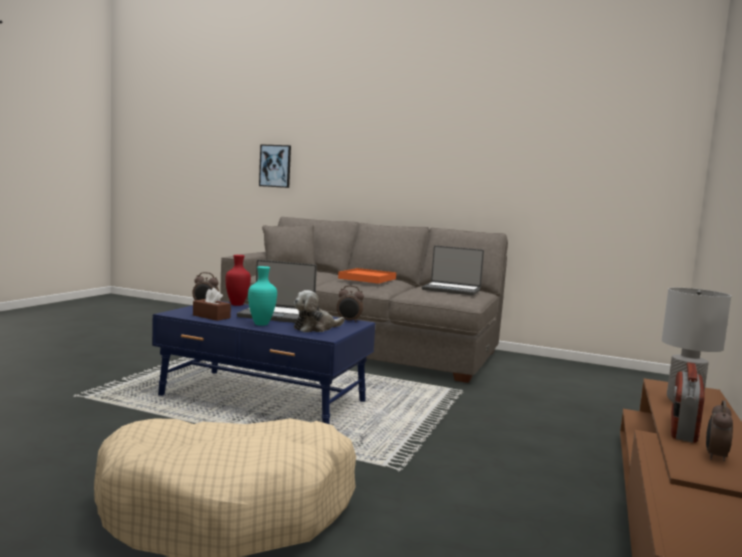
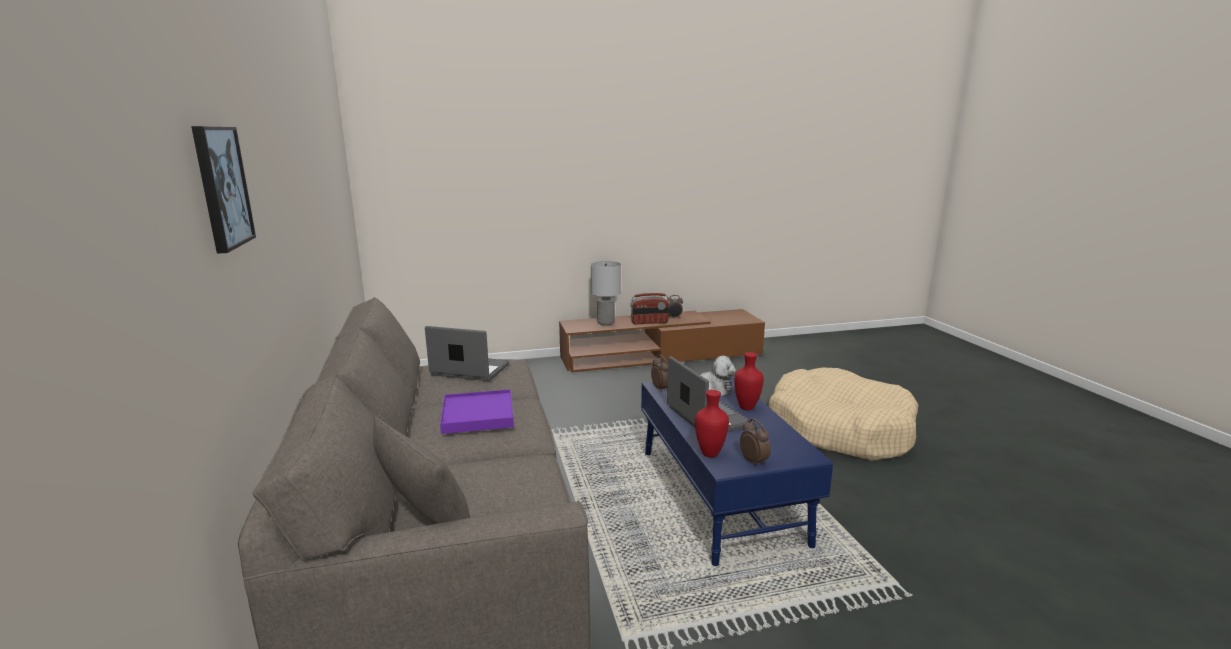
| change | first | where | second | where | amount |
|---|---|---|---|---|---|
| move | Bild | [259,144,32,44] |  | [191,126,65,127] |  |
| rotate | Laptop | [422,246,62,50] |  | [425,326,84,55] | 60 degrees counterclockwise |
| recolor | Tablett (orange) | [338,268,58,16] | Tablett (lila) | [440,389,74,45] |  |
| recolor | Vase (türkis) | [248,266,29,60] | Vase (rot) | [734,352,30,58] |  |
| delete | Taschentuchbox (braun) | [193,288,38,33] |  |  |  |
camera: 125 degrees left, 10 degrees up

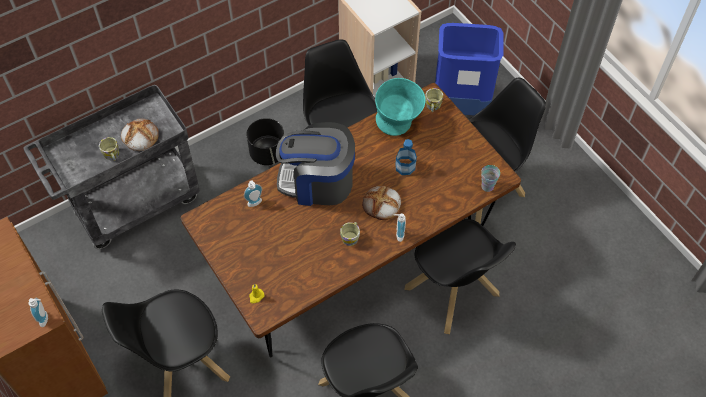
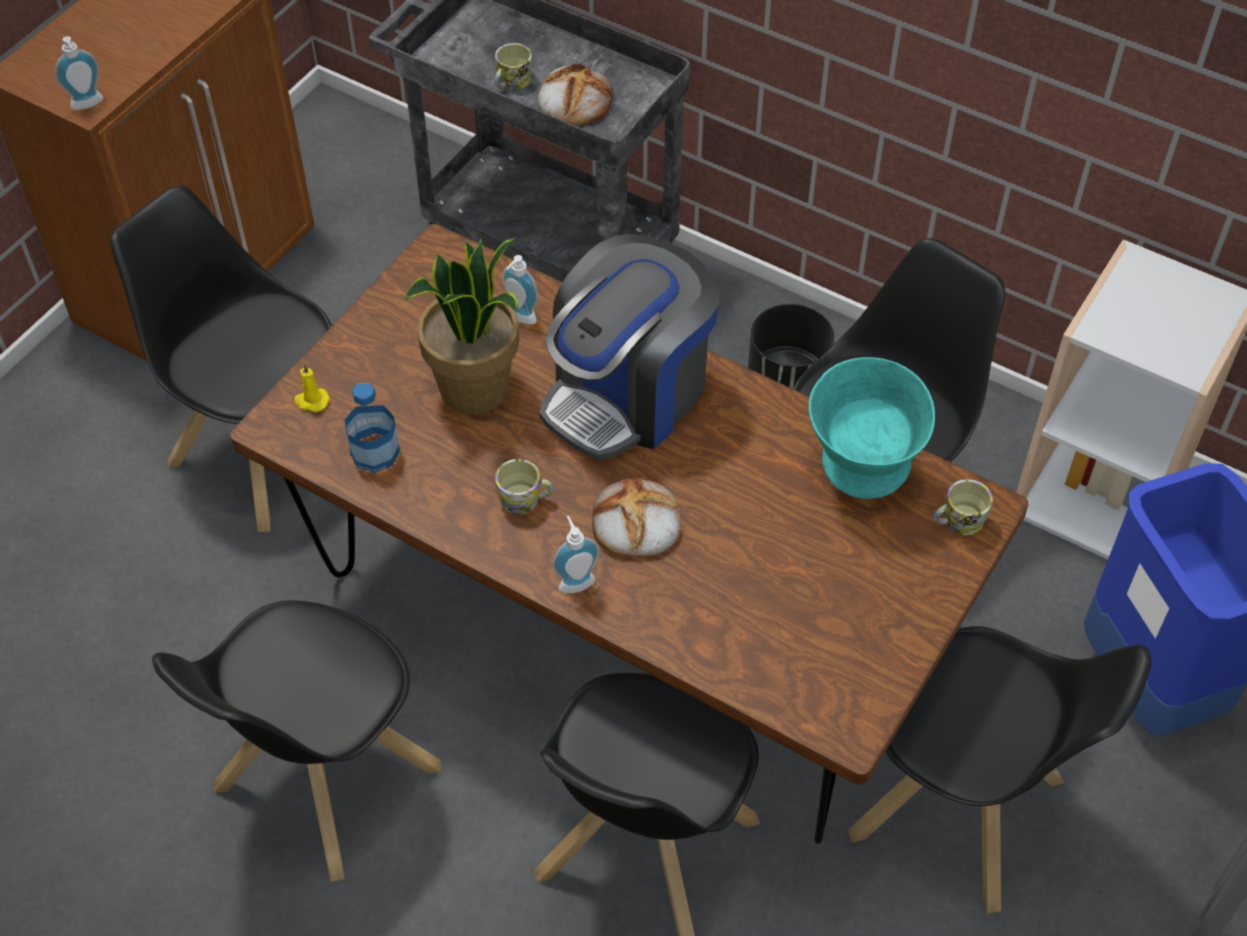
| change | first | where | second | where | amount |
|---|---|---|---|---|---|
| move | Flasche | [396,139,21,36] |  | [345,383,55,89] |  |
| insert |  |  | Topfpflanze | [404,238,116,177] |  |
| rotate | Kaffeemaschine | [276,122,79,84] |  | [539,234,181,226] | 120 degrees counterclockwise |
| delete | Tasse | [481,165,19,27] |  |  |  |
camera: 65 degrees right, 5 degrees down

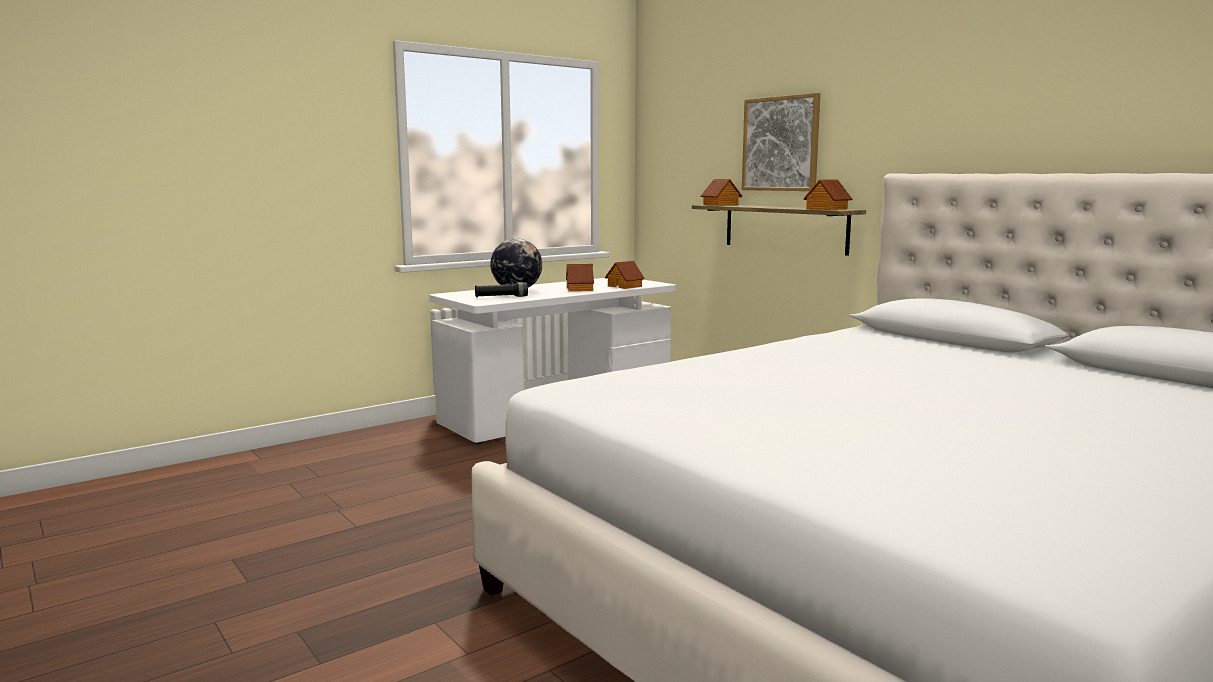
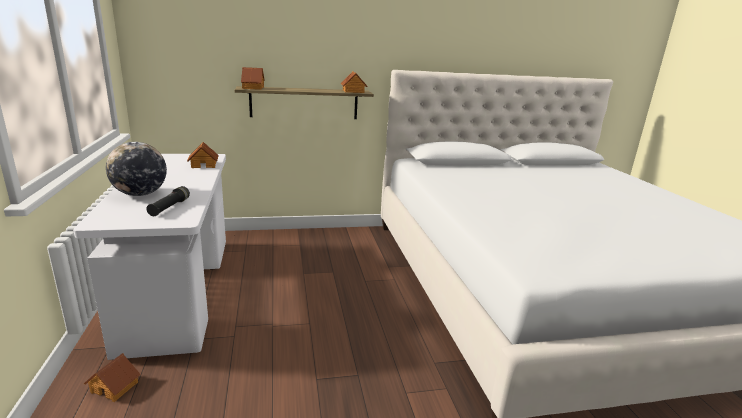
| change | first | where | second | where | amount |
|---|---|---|---|---|---|
| move | Spielzeughaus | [566,264,28,28] |  | [84,353,57,49] |  |
| delete | Bild | [742,93,79,98] |  |  |  |
camera: 65 degrees left, 10 degrees up

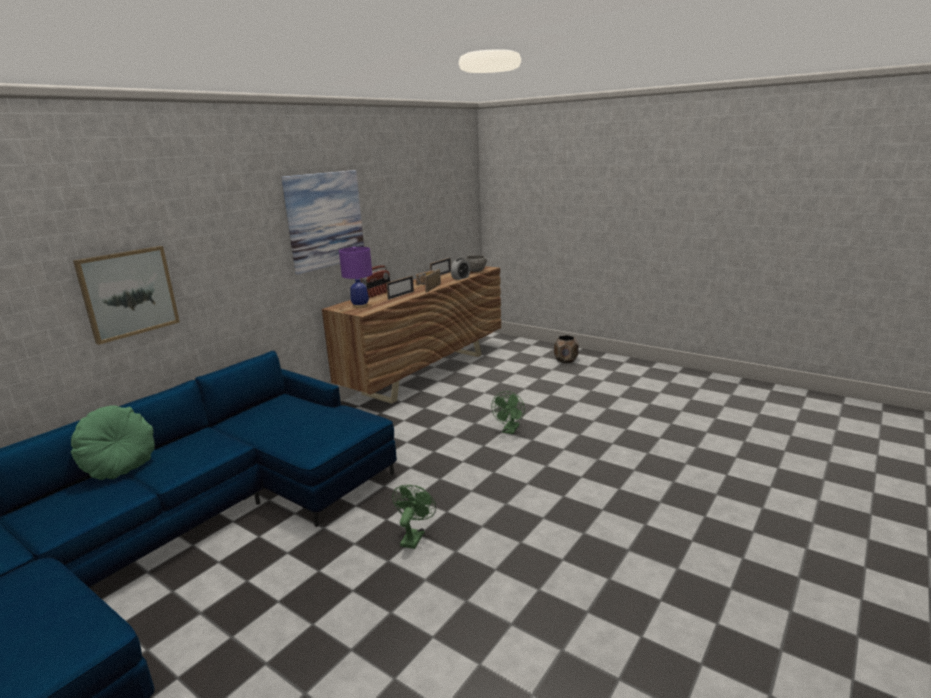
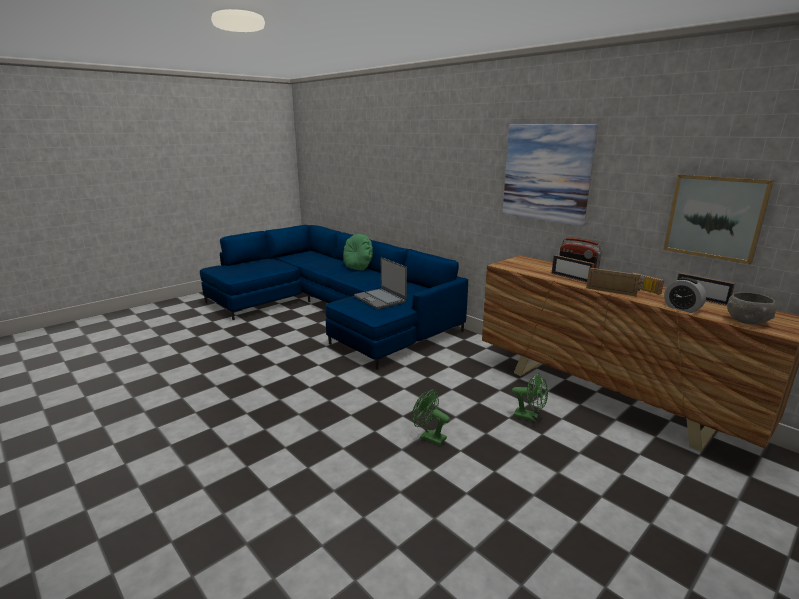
| change | first | where | second | where | amount |
|---|---|---|---|---|---|
| insert |  |  | Laptop | [354,257,53,52] |  |
| move | Ventilator (grün) | [392,485,44,64] |  | [512,373,36,49] |  |
| move | Bild | [73,246,107,99] |  | [664,174,110,90] |  |
| delete | Tischlampe (lila) | [339,247,33,61] |  |  |  |
| delete | Pflanzkübel (braun) | [554,335,25,28] |  |  |  |
camera: 100 degrees right, 0 degrees up

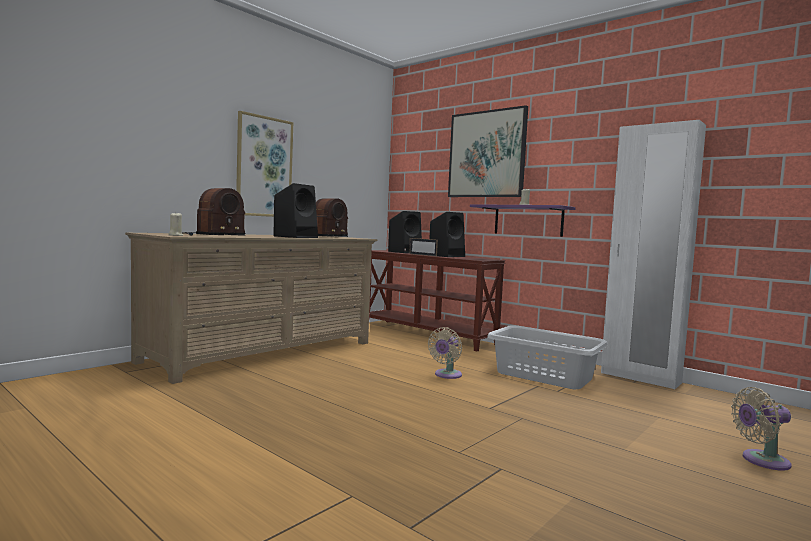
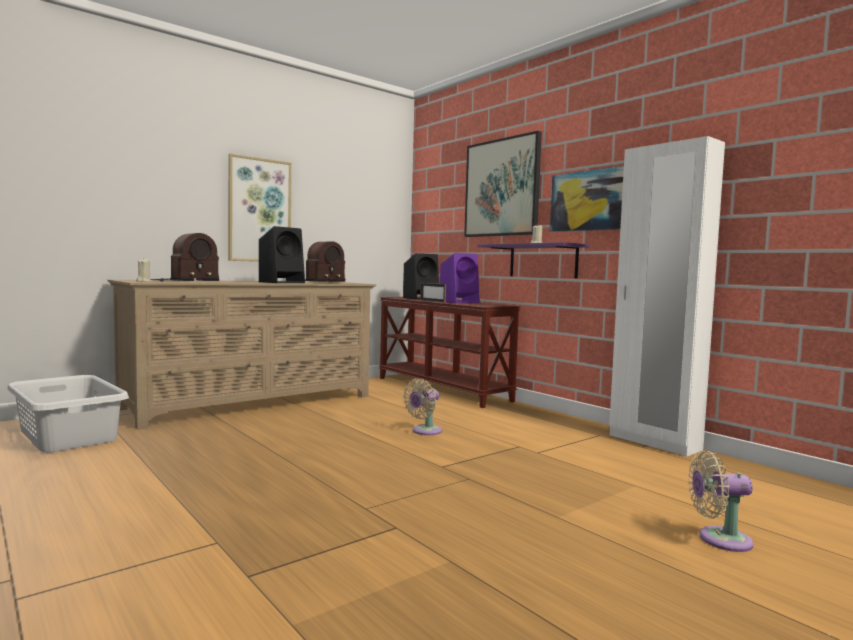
| change | first | where | second | where | amount |
|---|---|---|---|---|---|
| move | Wäschekorb (grau) | [487,326,121,63] |  | [7,375,122,78] |  |
| recolor | Lautsprecher (schwarz) | [429,212,36,45] | Lautsprecher (lila) | [440,253,40,50] |  |
| insert |  |  | Bild | [550,166,74,66] |  |
camera: 10 degrees right, 0 degrees up

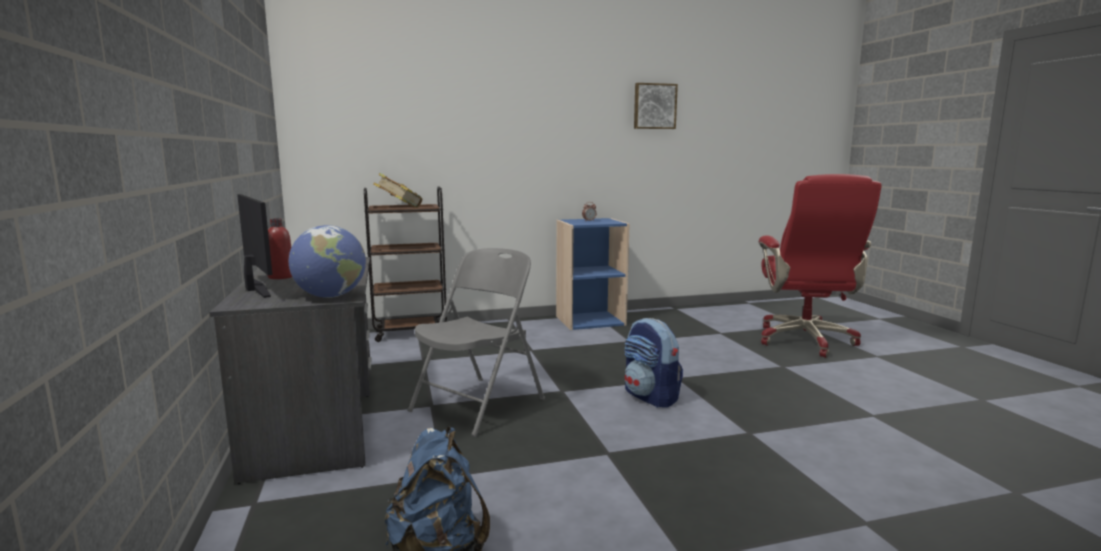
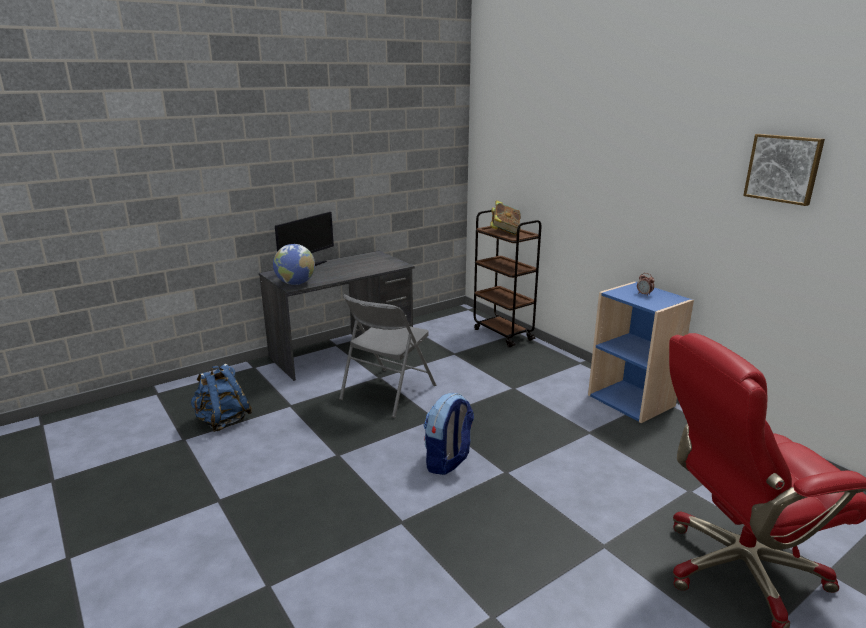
| change | first | where | second | where | amount |
|---|---|---|---|---|---|
| rotate | Stuhl (grau) | [407,248,138,190] |  | [339,294,98,124] | 105 degrees clockwise |
| delete | Flasche (rot) | [267,219,25,60] |  |  |  |
camera: 70 degrees right, 10 degrees up

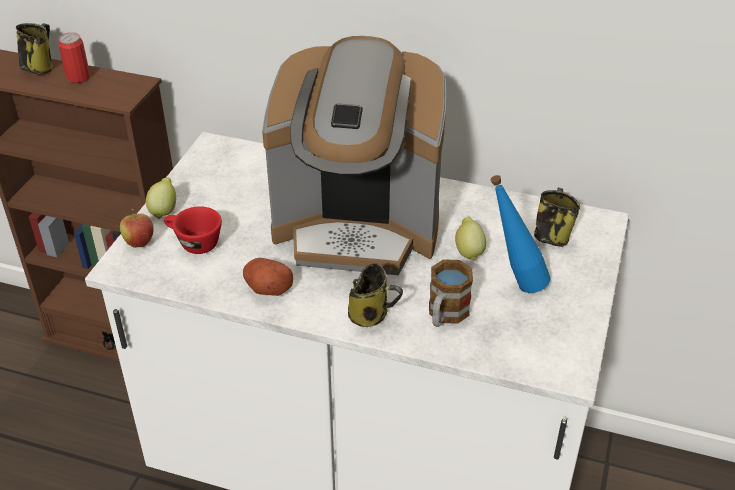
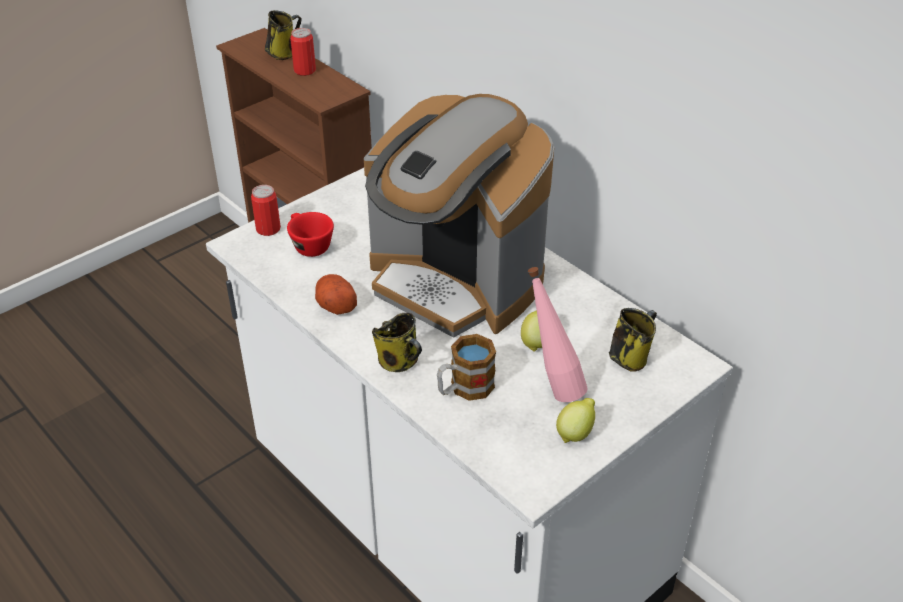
| change | first | where | second | where | amount |
|---|---|---|---|---|---|
| replace | Apfel | [120,209,34,39] | Dose | [251,185,30,51] |  |
| recolor | Flasche (blau) | [491,175,59,118] | Flasche (rosa) | [528,267,59,135] |  |
| move | Zitrone | [146,177,30,42] |  | [556,398,39,45] |  |
camera: 30 degrees right, 0 degrees up

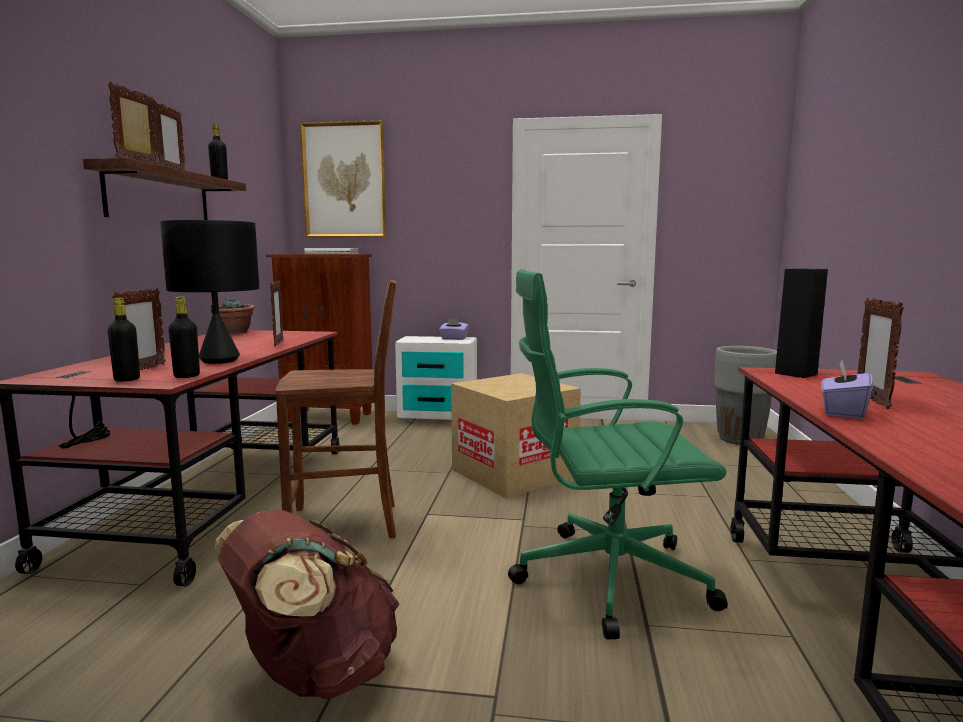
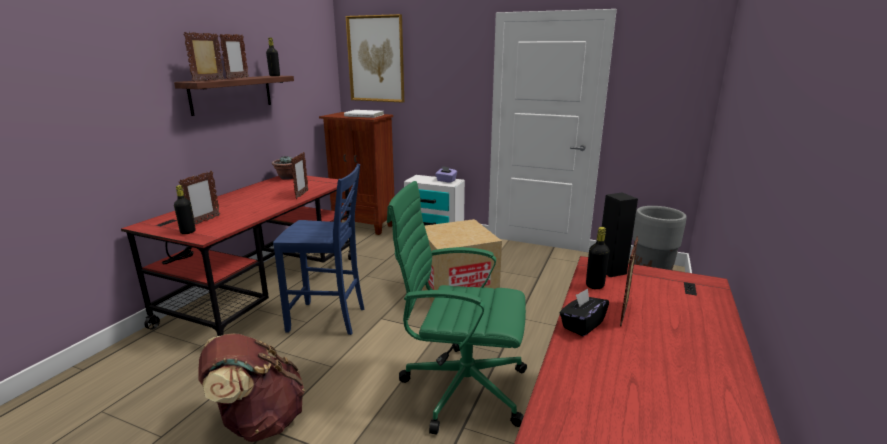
| change | first | where | second | where | amount |
|---|---|---|---|---|---|
| recolor | Stuhl (braun) | [276,278,121,260] | Stuhl (blau) | [273,164,91,171] |  |
| recolor | Taschentuchbox (lila) | [821,360,52,59] | Taschentuchbox (schwarz) | [560,288,49,48] |  |
| move | Flasche (schwarz) | [168,297,32,81] |  | [586,227,24,62] |  |
| delete | Tischlampe (schwarz) | [160,220,99,144] |  |  |  |
camera: 15 degrees right, 10 degrees up

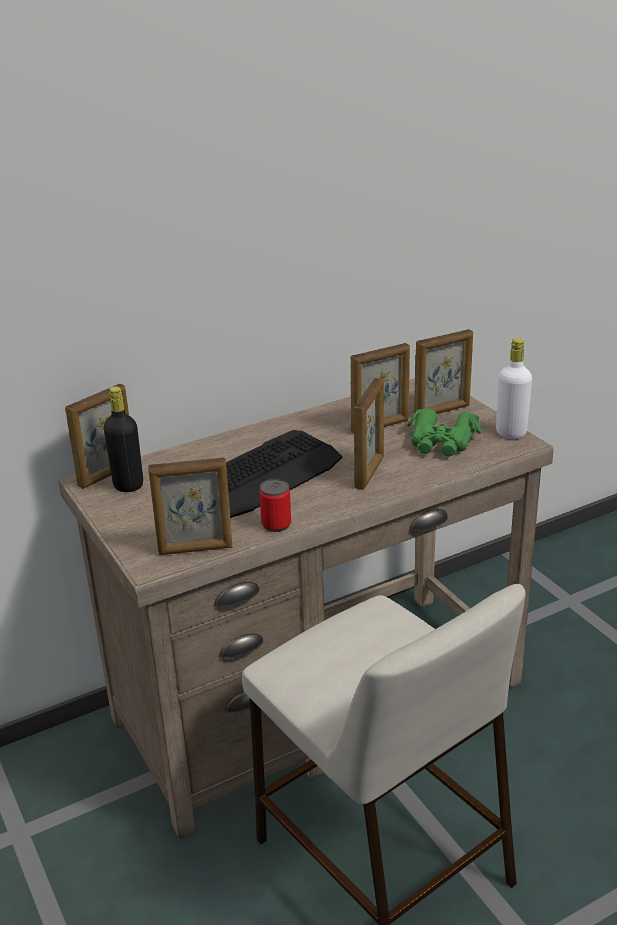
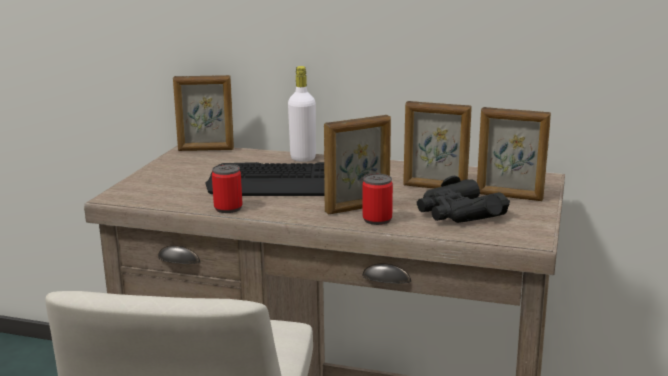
| change | first | where | second | where | amount |
|---|---|---|---|---|---|
| move | Flasche (weiß) | [496,338,36,101] |  | [288,66,28,96] |  |
| insert |  |  | Dose | [363,174,30,51] |  |
| recolor | Fernglas (grün) | [407,408,75,49] | Fernglas (schwarz) | [417,176,93,47] |  |
| delete | Flasche (schwarz) | [104,386,39,106] |  |  |  |
| delete | Bilderrahmen | [148,457,84,98] |  |  |  |
camera: 45 degrees right, 10 degrees down

